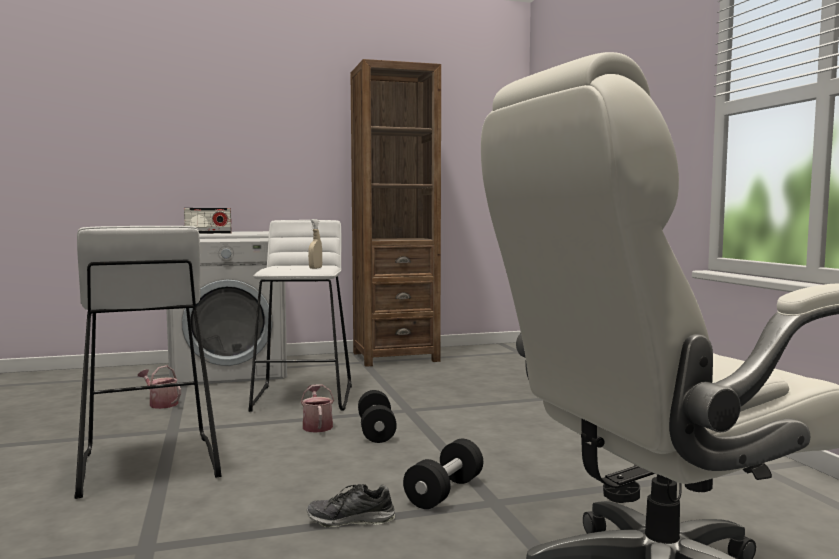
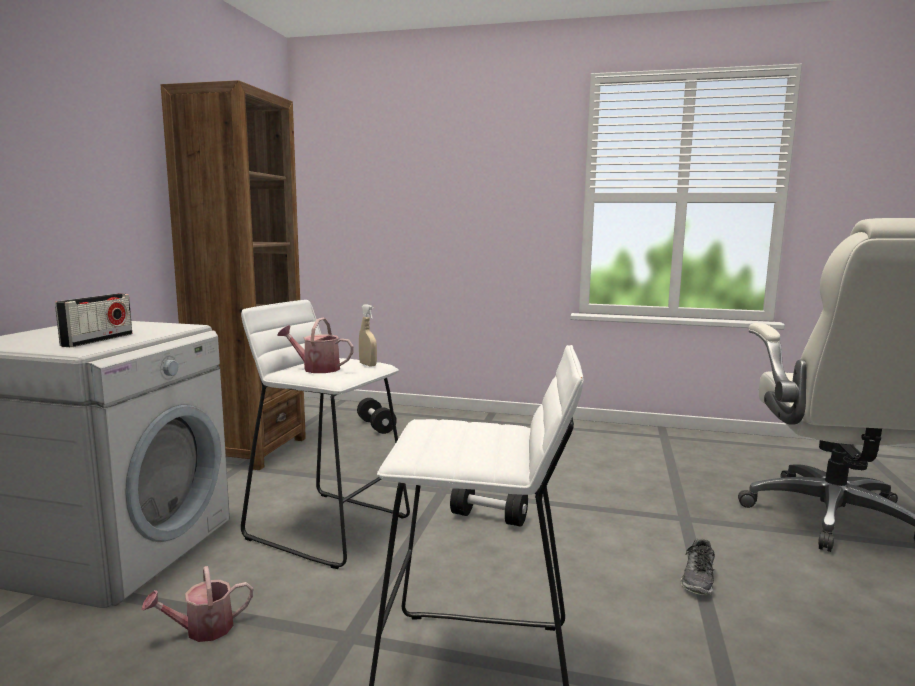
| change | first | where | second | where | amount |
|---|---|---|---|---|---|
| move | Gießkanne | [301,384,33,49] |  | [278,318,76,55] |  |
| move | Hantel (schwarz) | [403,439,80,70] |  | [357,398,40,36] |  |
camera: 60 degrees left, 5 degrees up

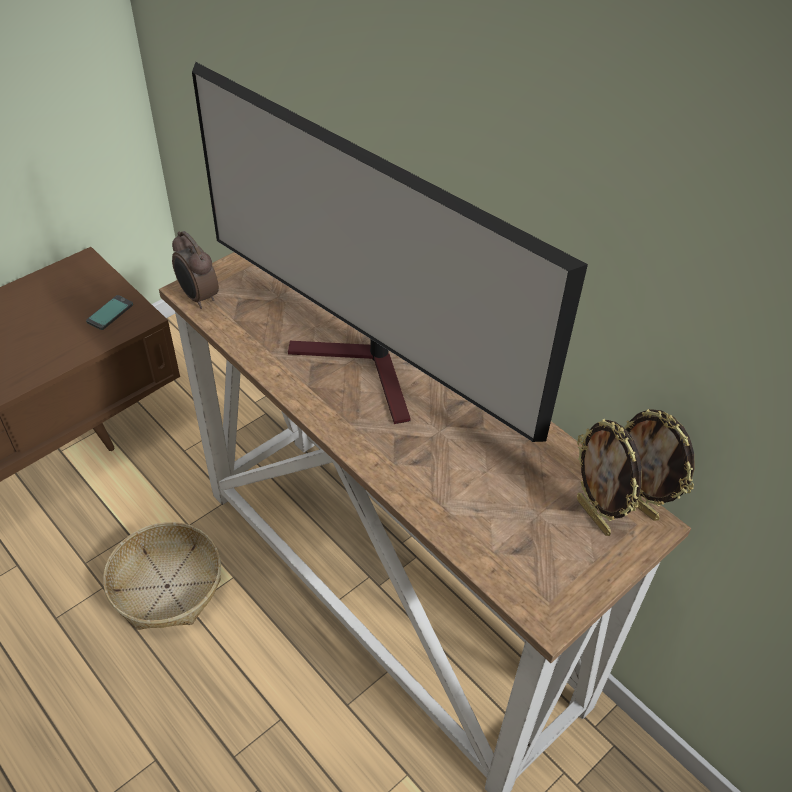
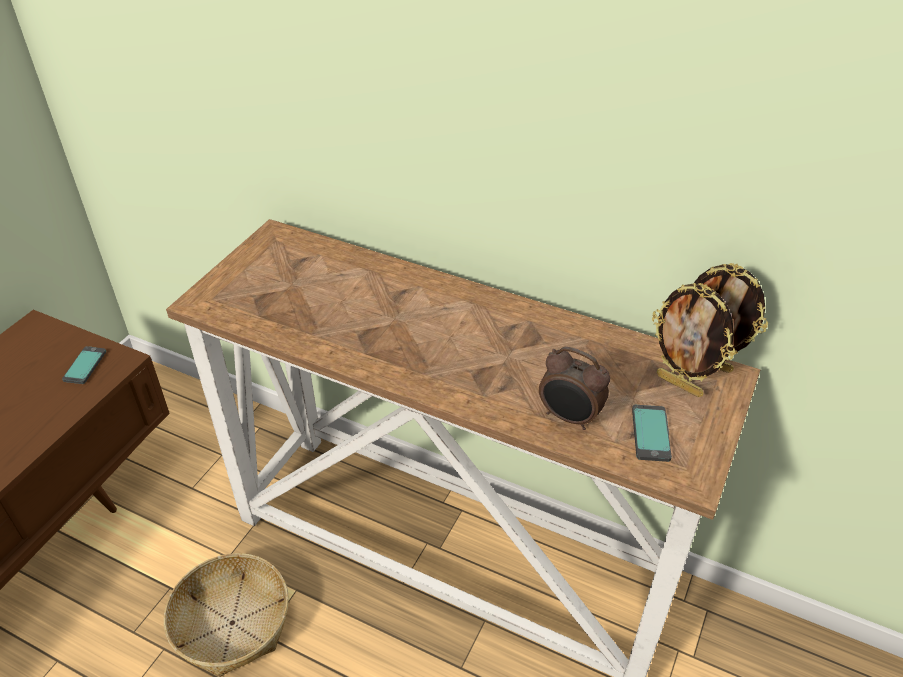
| change | first | where | second | where | amount |
|---|---|---|---|---|---|
| move | Wecker | [172,231,47,78] |  | [539,347,71,83] |  |
| insert |  |  | Handy | [632,405,40,57] |  |
| delete | Fernseher | [192,62,396,380] |  |  |  |
camera: 20 degrees left, 5 degrees down

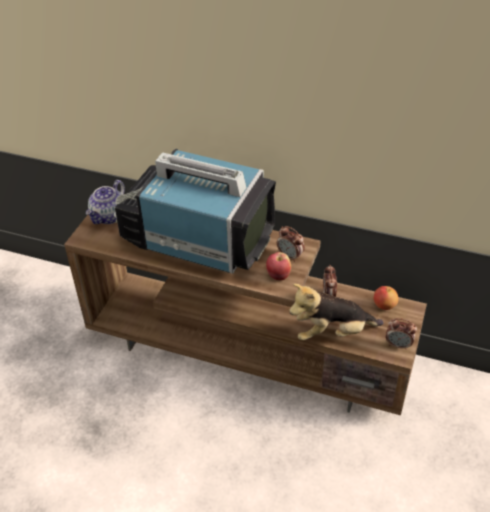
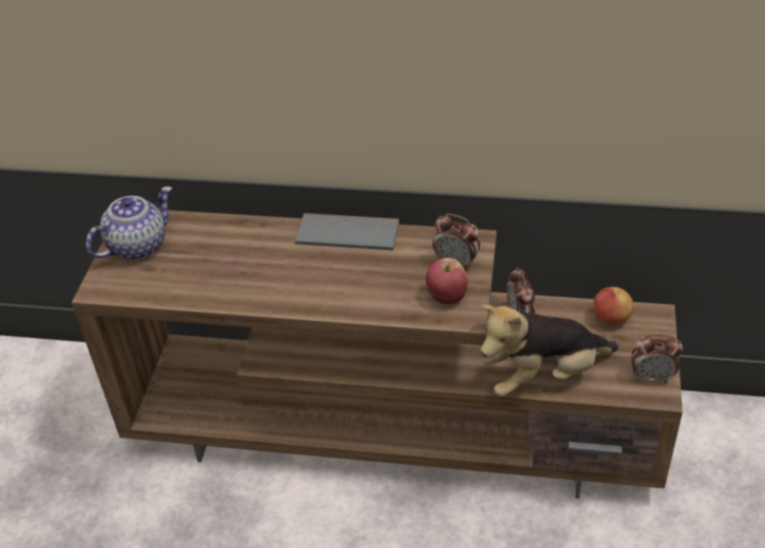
| change | first | where | second | where | amount |
|---|---|---|---|---|---|
| rotate | Teekanne | [86,180,39,44] |  | [86,186,86,74] | 150 degrees counterclockwise |
| delete | Fernseher | [114,149,162,125] |  |  |  |
camera: 10 degrees left, 0 degrees up

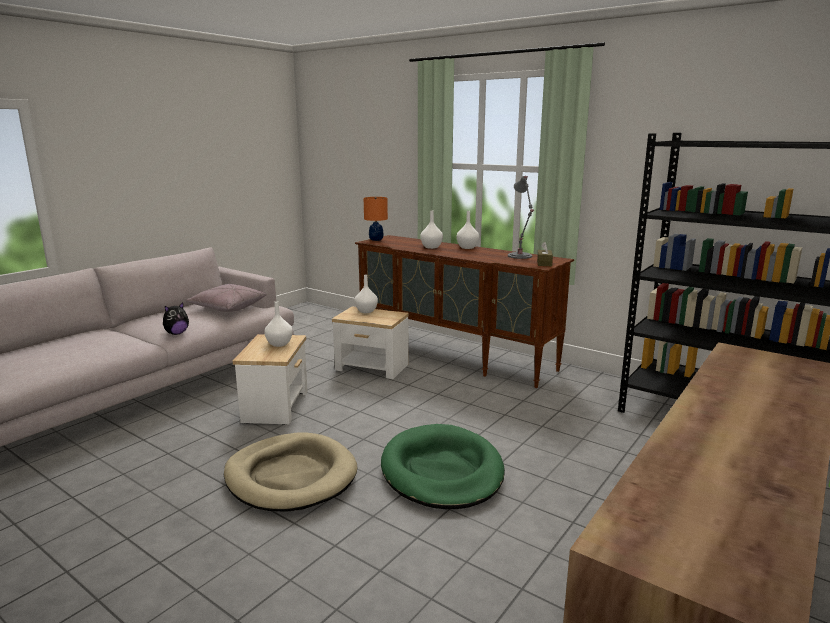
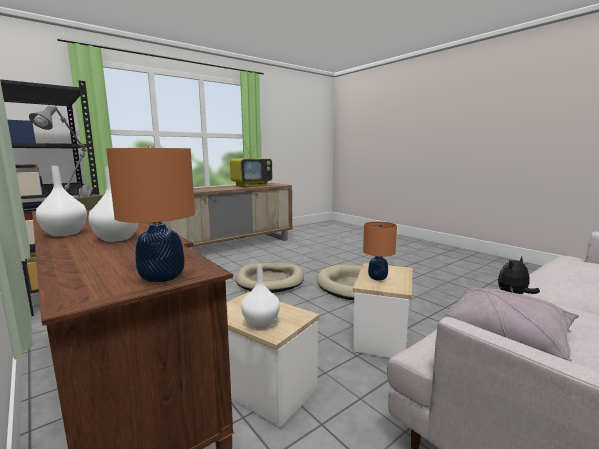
| change | first | where | second | where | amount |
|---|---|---|---|---|---|
| insert |  |  | Fernseher | [230,141,42,46] |  |
| recolor | Hundebett (grün) | [381,424,124,85] | Hundebett (beige) | [236,263,68,30] |  |
| replace | Vase (weiß) | [264,301,29,46] | Tischlampe (orange) | [363,222,34,59] |  |
camera: 165 degrees left, 5 degrees down

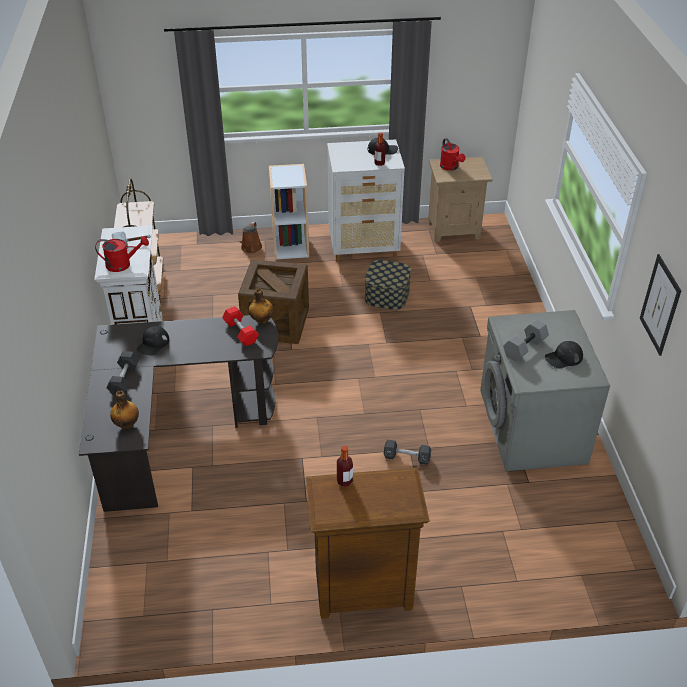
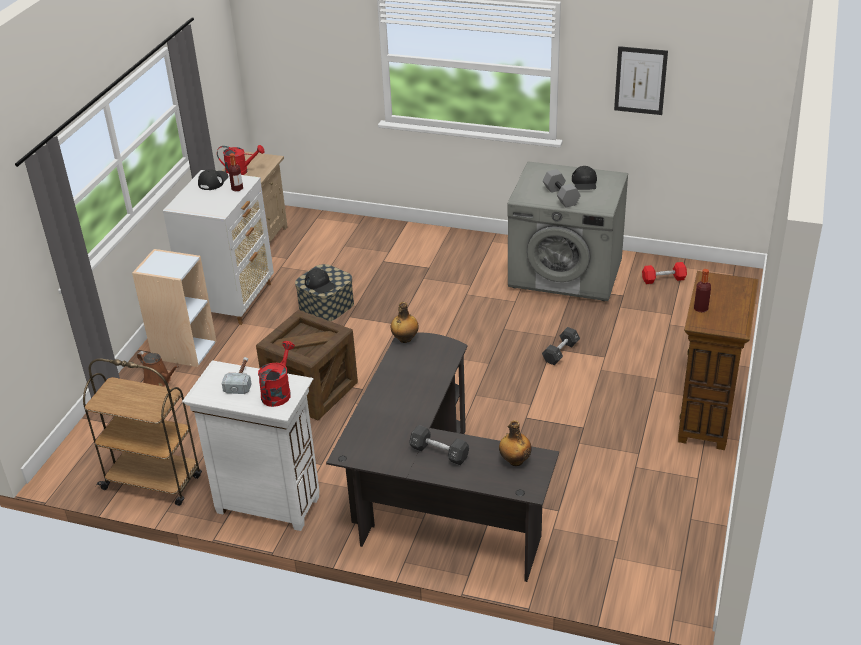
| change | first | where | second | where | amount |
|---|---|---|---|---|---|
| move | Kappe (schwarz) | [136,326,33,29] |  | [305,268,31,26] |  |
| move | Hantel (rot) | [222,306,37,40] |  | [642,262,45,22] |  |
camera: 65 degrees left, 5 degrees down

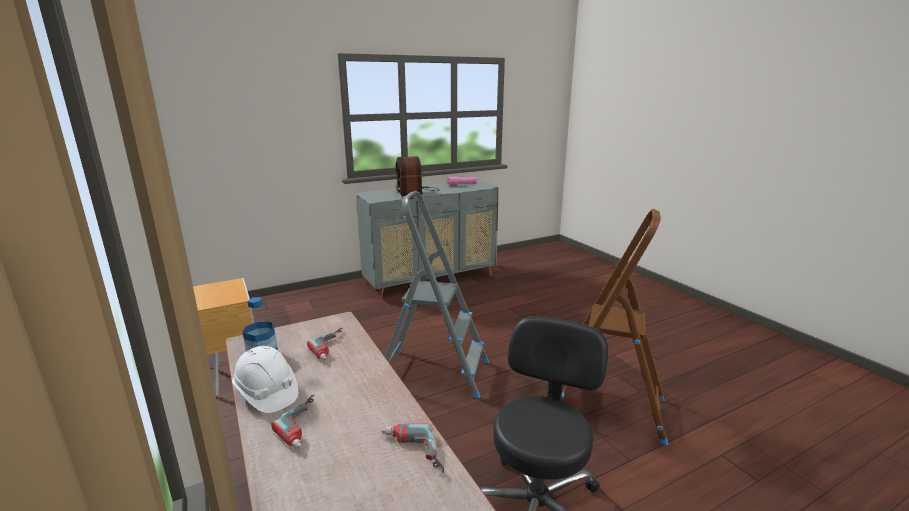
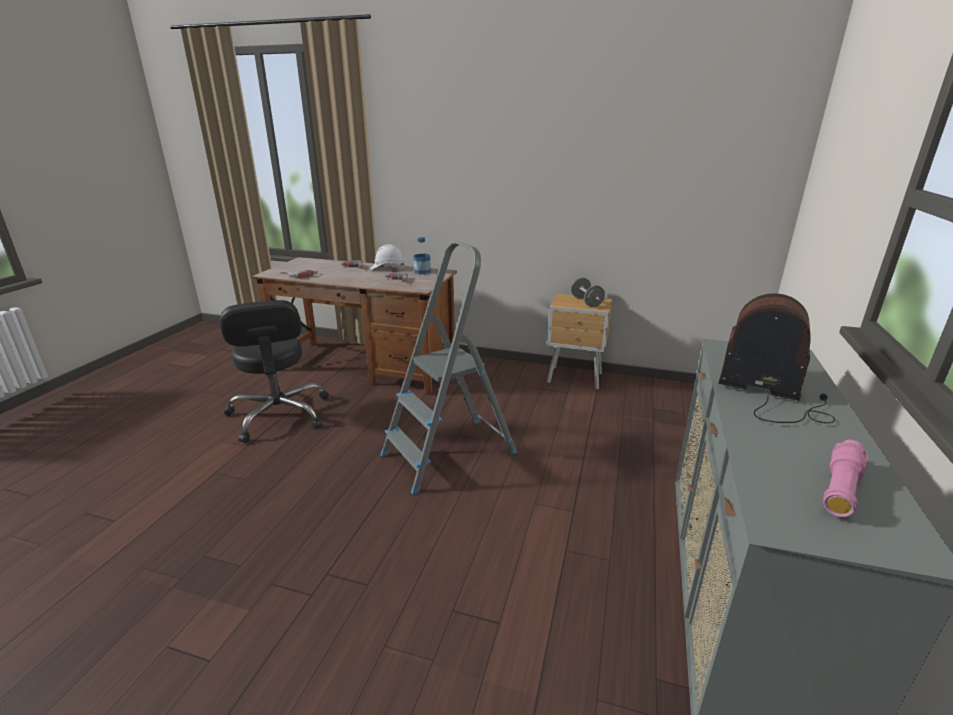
| change | first | where | second | where | amount |
|---|---|---|---|---|---|
| insert |  |  | Hantel (grau) | [571,277,34,30] |  |
| delete | Trittleiter (braun) | [561,209,107,236] |  |  |  |
camera: 135 degrees right, 5 degrees up

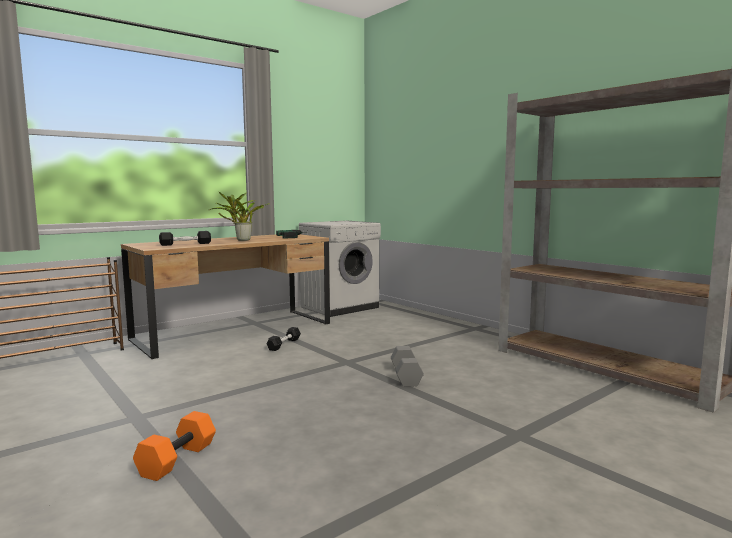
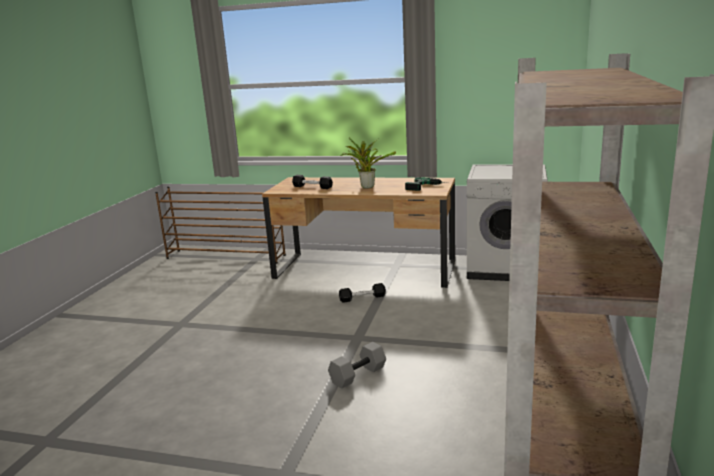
| change | first | where | second | where | amount |
|---|---|---|---|---|---|
| delete | Hantel (orange) | [133,411,83,70] |  |  |  |
camera: 55 degrees right, 10 degrees up

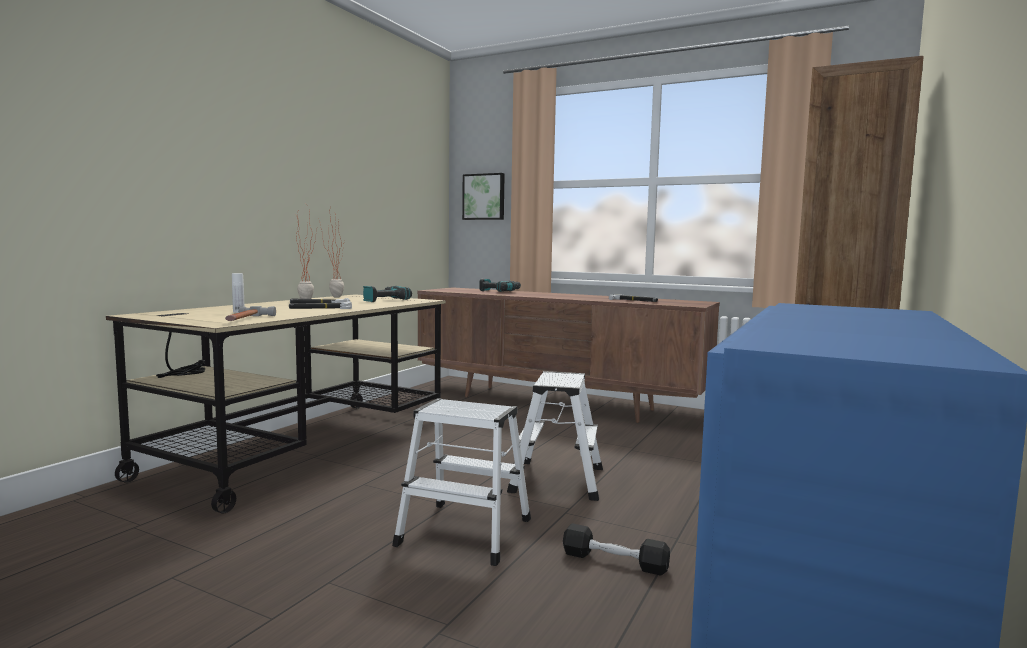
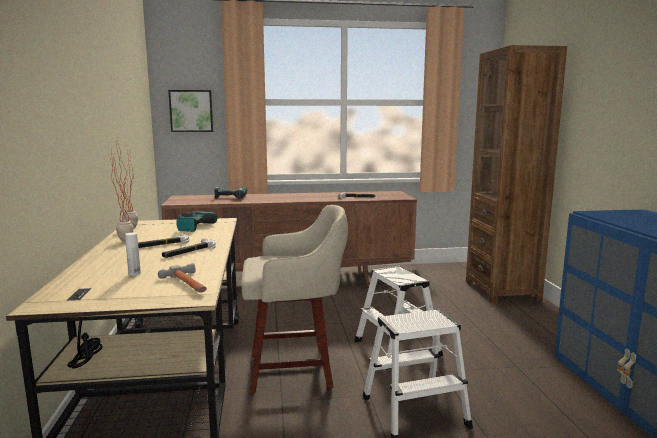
| change | first | where | second | where | amount |
|---|---|---|---|---|---|
| insert |  |  | Hocker (beige) | [241,205,107,189] |  |
| delete | Hantel (schwarz) | [563,523,107,52] |  |  |  |
camera: 35 degrees left, 5 degrees up

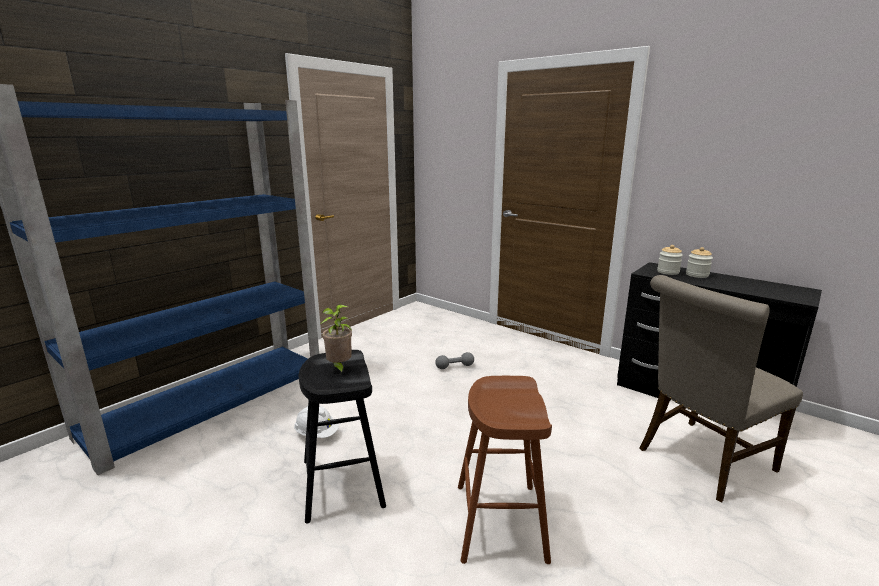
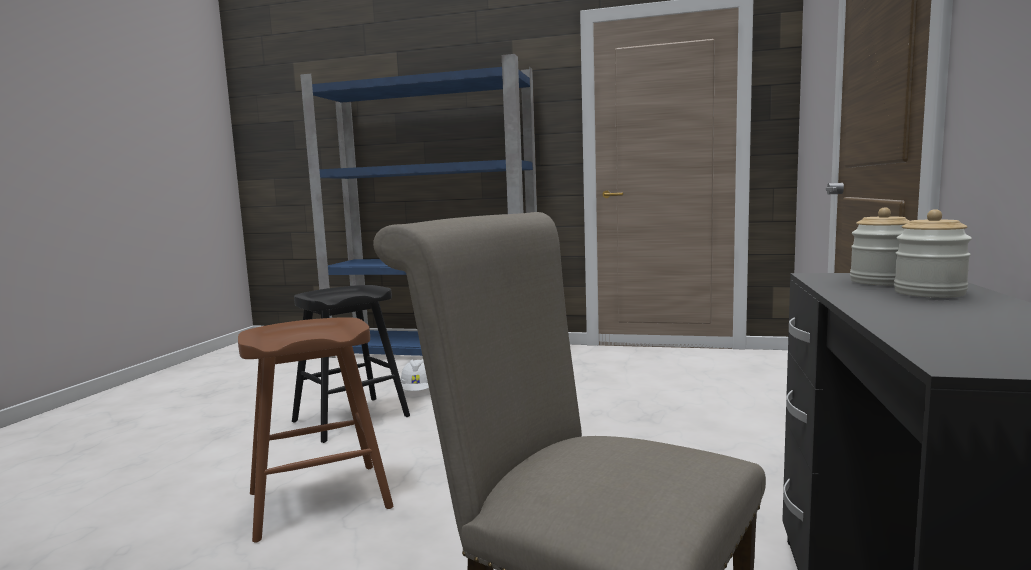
| change | first | where | second | where | amount |
|---|---|---|---|---|---|
| delete | Topfpflanze | [320,305,32,69] |  |  |  |
| delete | Hantel (grau) | [435,352,39,17] |  |  |  |
camera: 65 degrees right, 10 degrees down

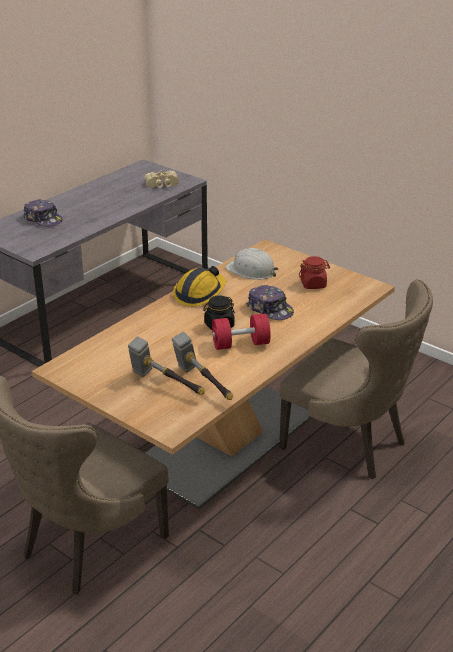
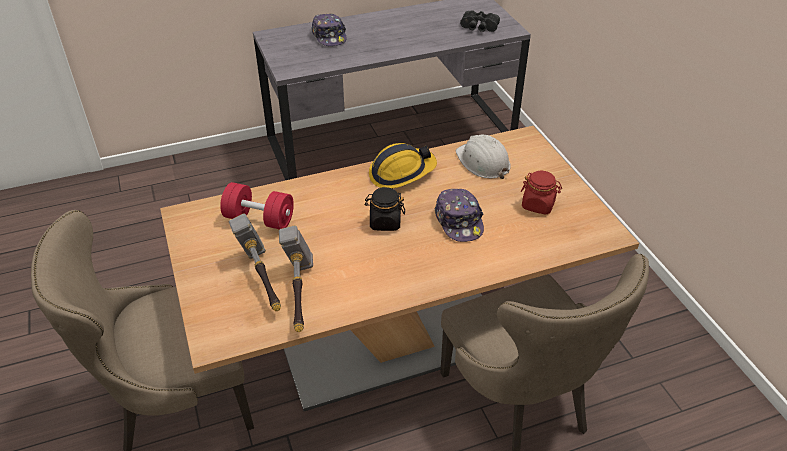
| change | first | where | second | where | amount |
|---|---|---|---|---|---|
| move | Hantel (rot) | [212,314,59,36] |  | [220,182,74,48] |  |
| recolor | Fernglas (beige) | [144,170,35,18] | Fernglas (schwarz) | [460,10,40,22] |  |
camera: 30 degrees right, 10 degrees up

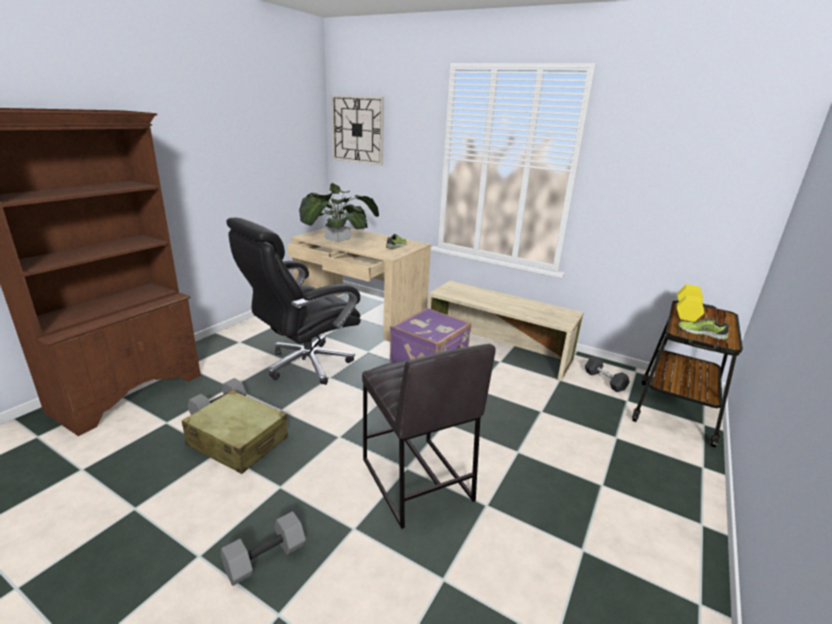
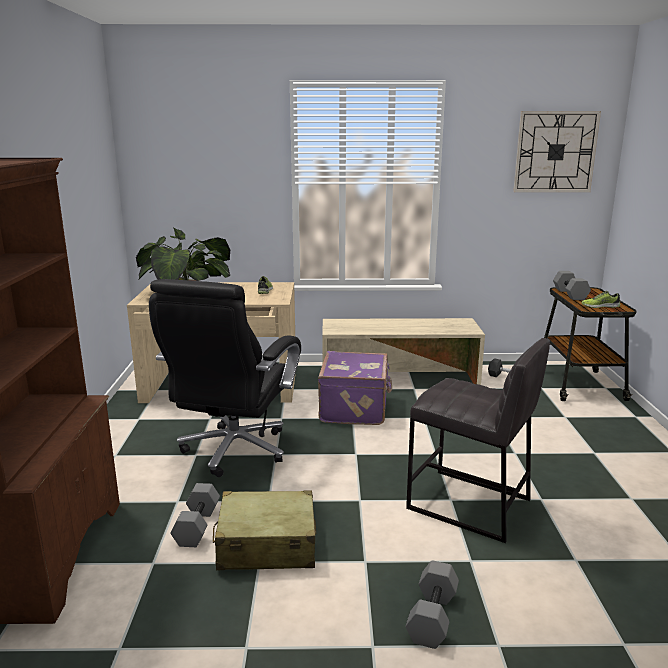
| change | first | where | second | where | amount |
|---|---|---|---|---|---|
| move | Wanduhr | [331,95,53,71] |  | [513,111,88,81] |  |
| recolor | Hantel (gelb) | [677,284,27,38] | Hantel (grau) | [553,271,38,29] |  |
camera: 30 degrees left, 5 degrees down

